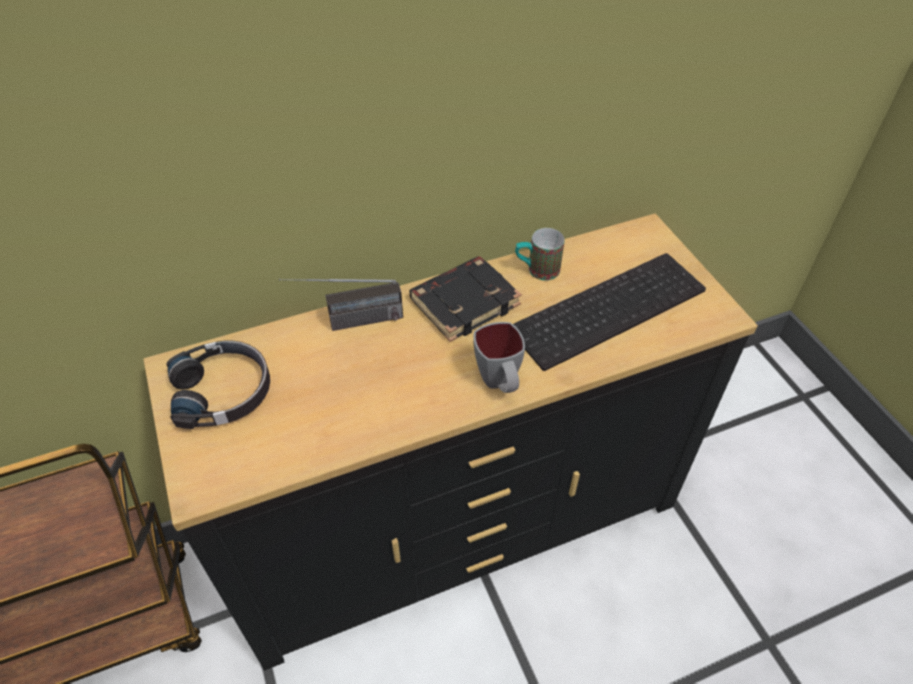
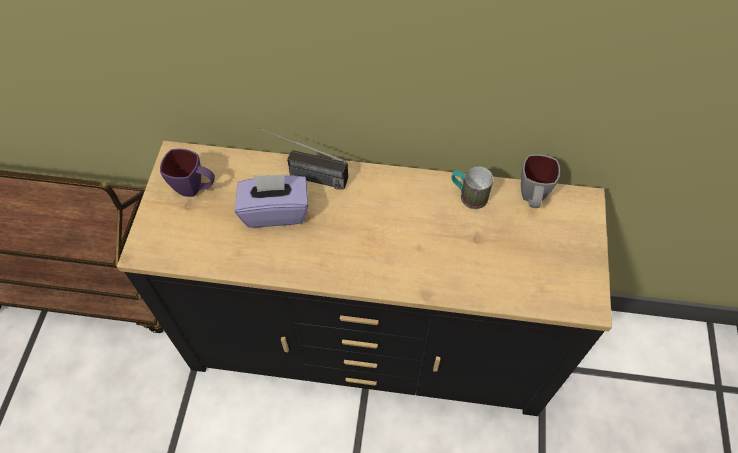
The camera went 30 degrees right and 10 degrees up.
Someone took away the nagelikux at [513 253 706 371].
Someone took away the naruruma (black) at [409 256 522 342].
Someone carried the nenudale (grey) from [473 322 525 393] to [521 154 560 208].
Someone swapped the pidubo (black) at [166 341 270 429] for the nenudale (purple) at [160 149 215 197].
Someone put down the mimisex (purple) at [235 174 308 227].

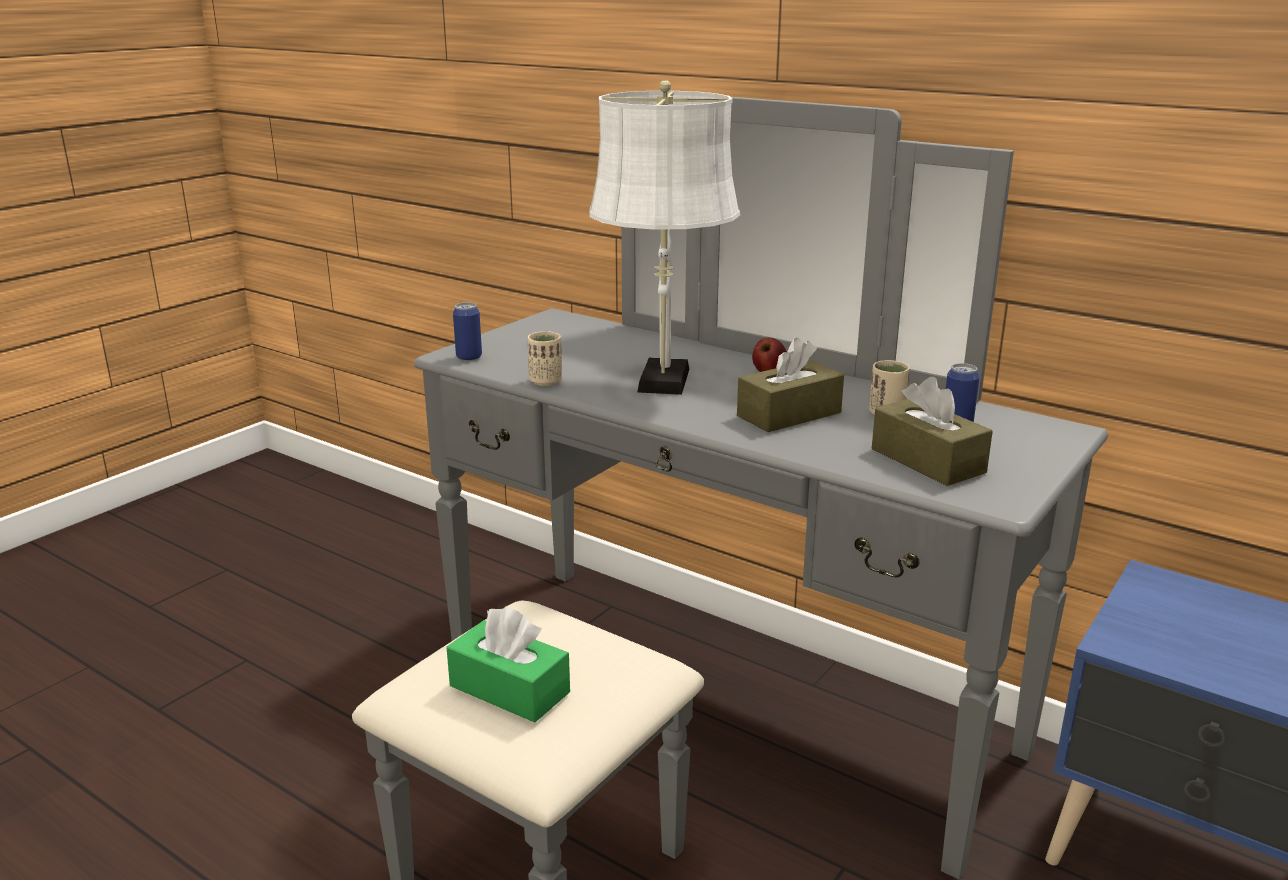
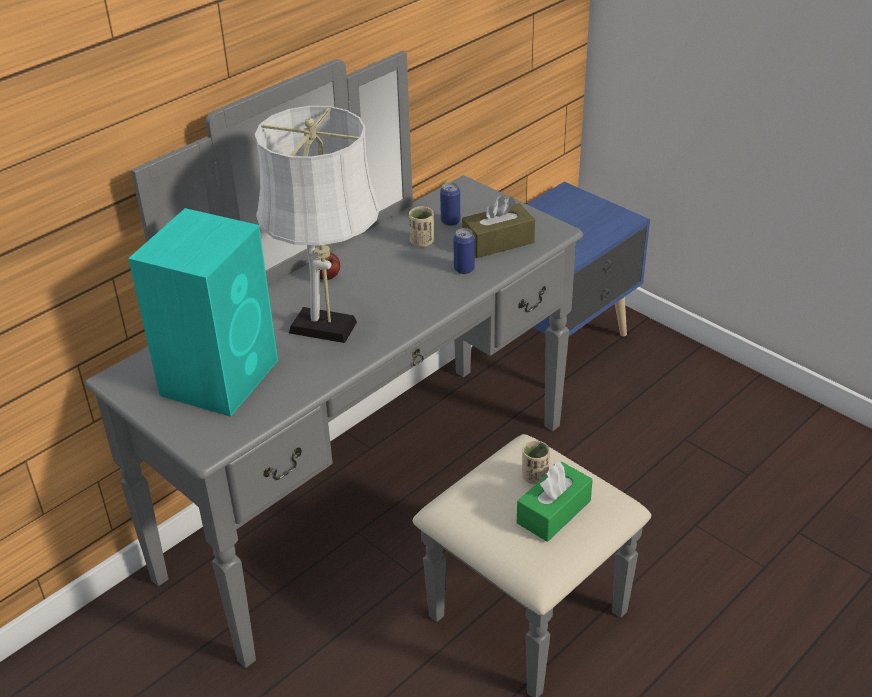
The camera went 80 degrees left and 15 degrees up.
Someone carried the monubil from [453 302 482 361] to [453 228 475 274].
Someone carried the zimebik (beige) from [528 331 562 386] to [522 441 550 484].
Someone took away the mimisex (brown) at [737 338 844 432].
Someone put down the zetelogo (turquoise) at [128 208 278 417].

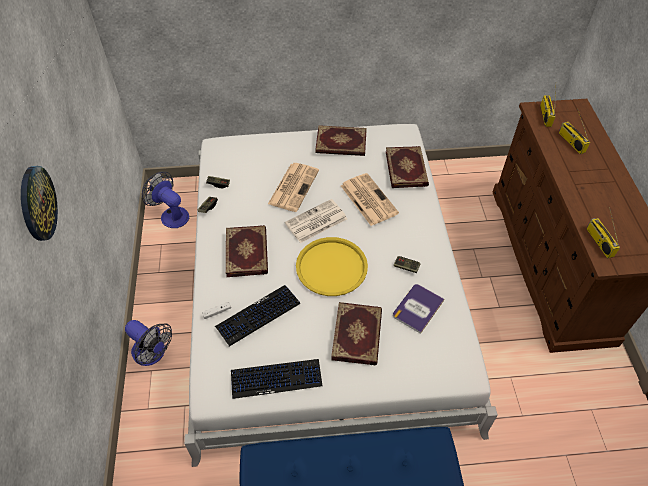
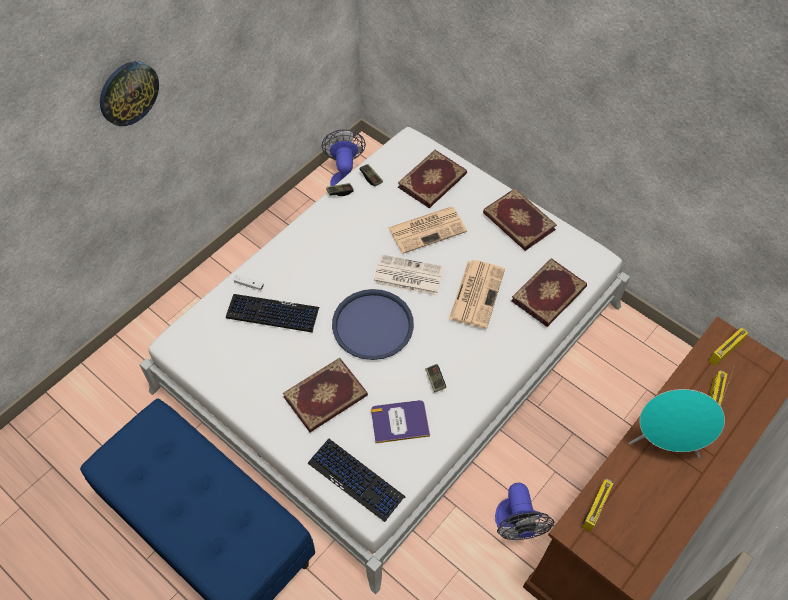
The camera went 45 degrees right and 5 degrees up.
Someone carried the naruruma from [226 225 268 277] to [398 150 467 208].
Someone repainted the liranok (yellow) at [296 237 368 296], which became the liranok (blue) at [332 289 414 360].
Someone carried the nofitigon from [125 320 172 366] to [495 483 554 540].
Someone carried the nagelikux from [231 359 323 399] to [308 439 405 522].
Someone put down the zetelogo (turquoise) at [629 389 725 458].

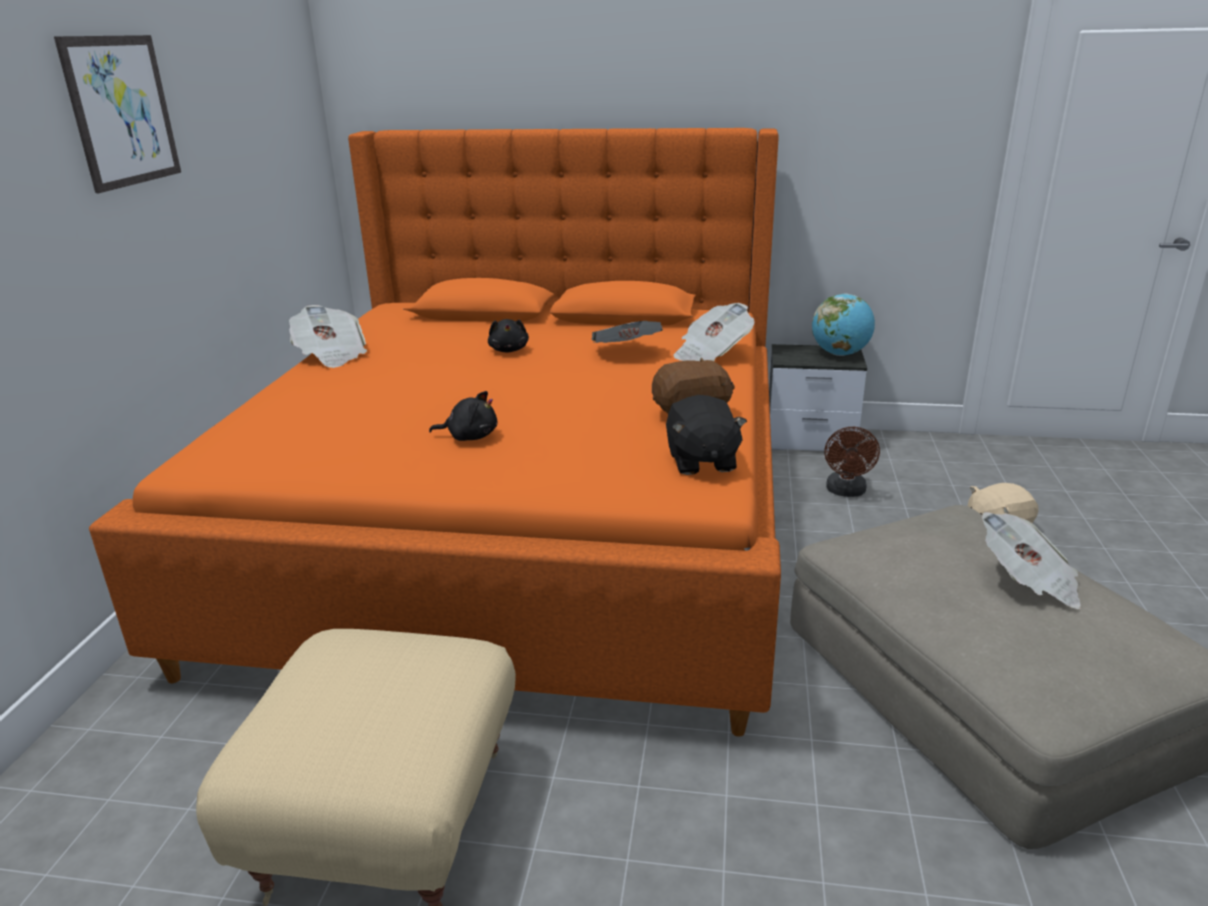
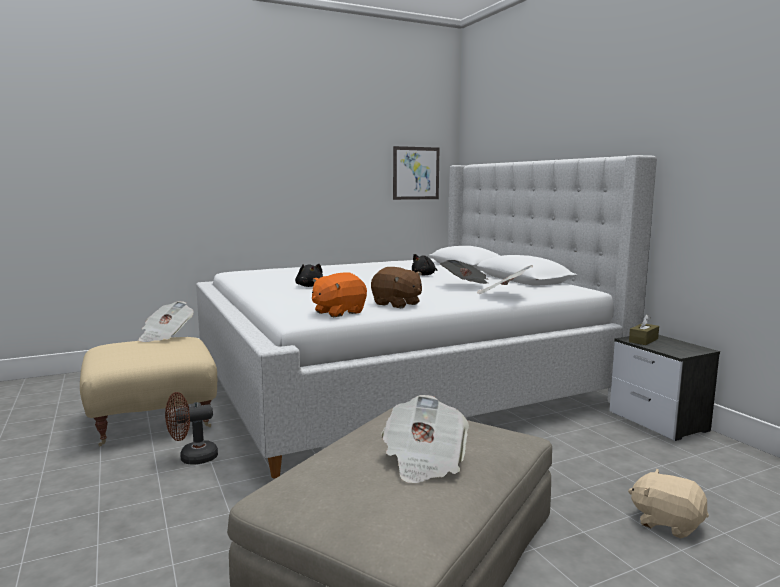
The camera went 55 degrees right and 15 degrees down.
Someone carried the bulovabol from [54 35 181 193] to [393 146 439 200].
Someone repainted the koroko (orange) at [89 128 781 737], which became the koroko (white) at [196 155 657 478].
Someone took away the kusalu at [812 293 875 356].
Someone carried the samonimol from [289 305 367 368] to [138 301 194 342].
Someone repainted the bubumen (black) at [666 395 747 475], which became the bubumen (orange) at [312 272 367 317].
Someone carried the nofitigon (brown) from [824 427 880 497] to [165 392 218 465].
Someone put down the mimisex (brown) at [629 314 659 345].

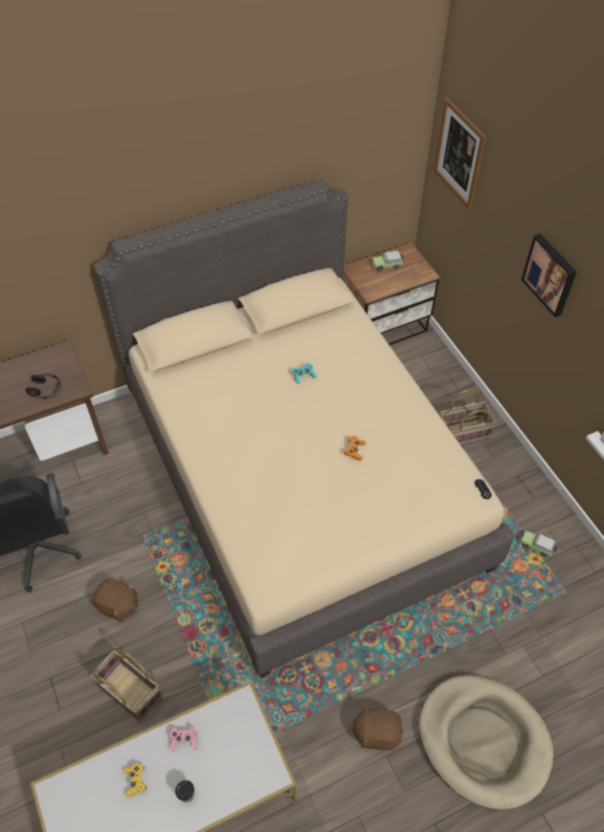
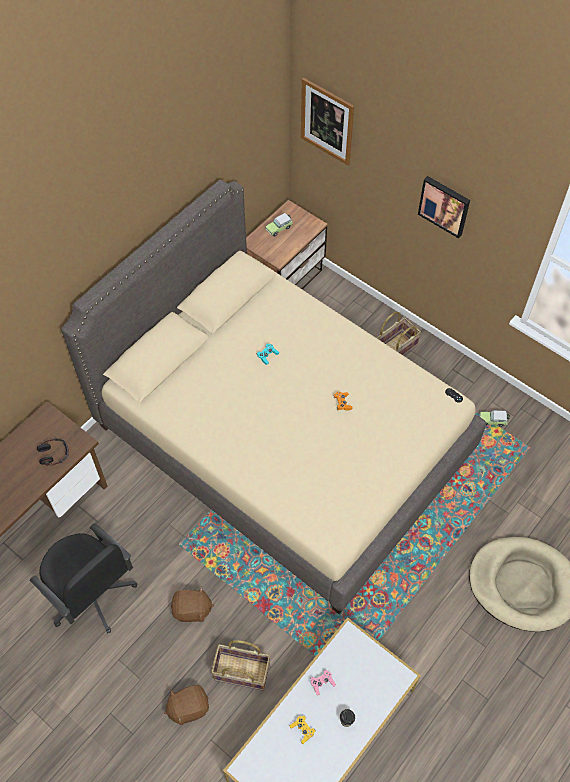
The camera went 25 degrees left and 5 degrees up.
Someone carried the bubumen (brown) from [350 704 403 750] to [164 685 209 725].

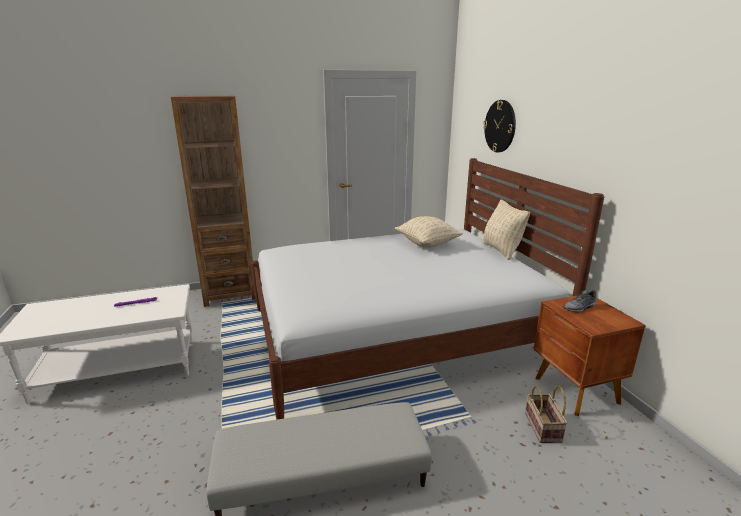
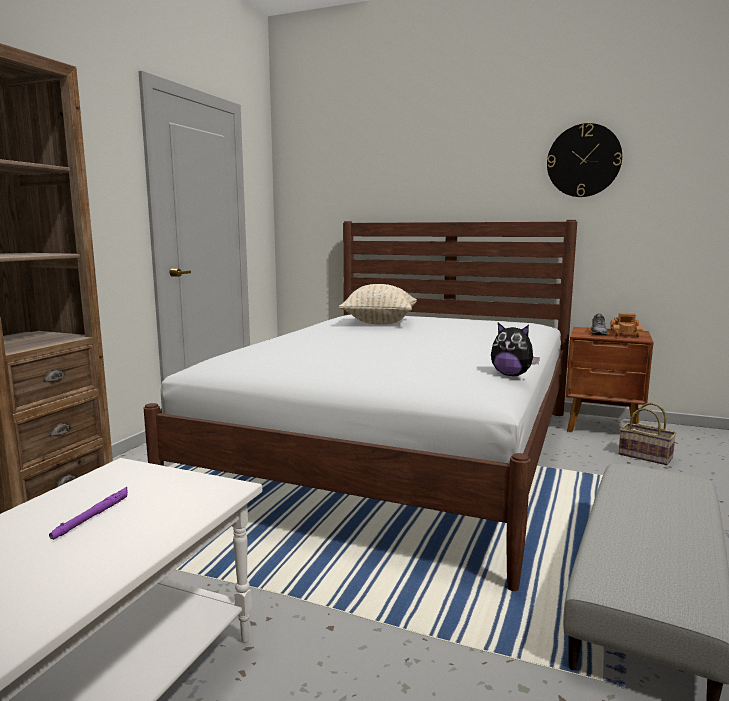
The camera went 50 degrees left and 10 degrees down.
Someone carried the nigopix from [483 100 516 152] to [547 123 622 197].
Someone took away the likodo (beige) at [482 200 530 260].
Someone put down the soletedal at [610 313 643 337].
Someone put down the bubumen at [491 323 540 376].

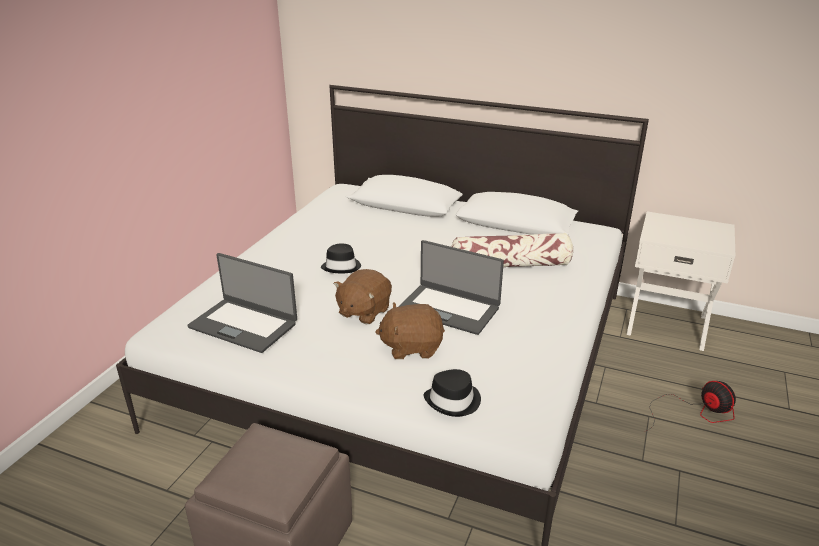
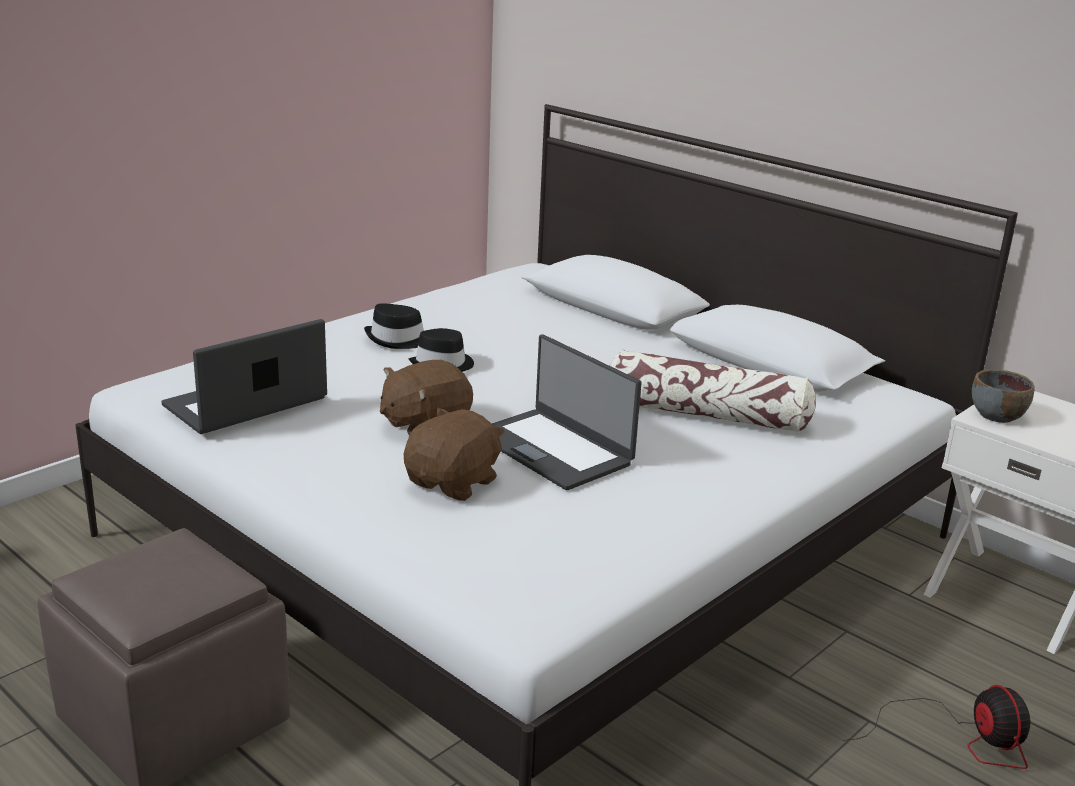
The camera went 20 degrees right and 5 degrees down.
Someone rotated the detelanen at [187 253 297 353] by 90 degrees clockwise.
Someone rotated the bubumen (brown) at [376 302 445 359] by 105 degrees clockwise.
Someone carried the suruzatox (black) from [424 369 481 417] to [364 303 424 349].
Someone put down the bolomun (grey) at [972 370 1035 423].

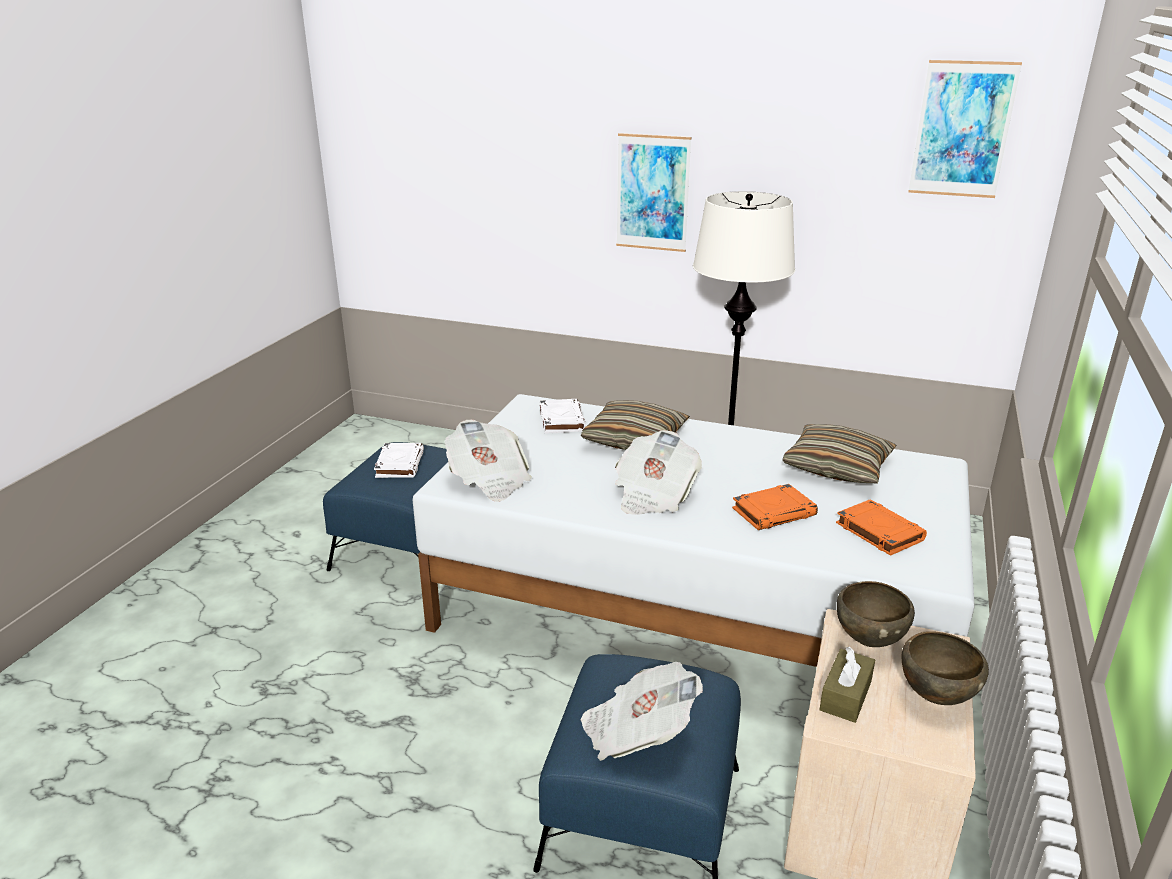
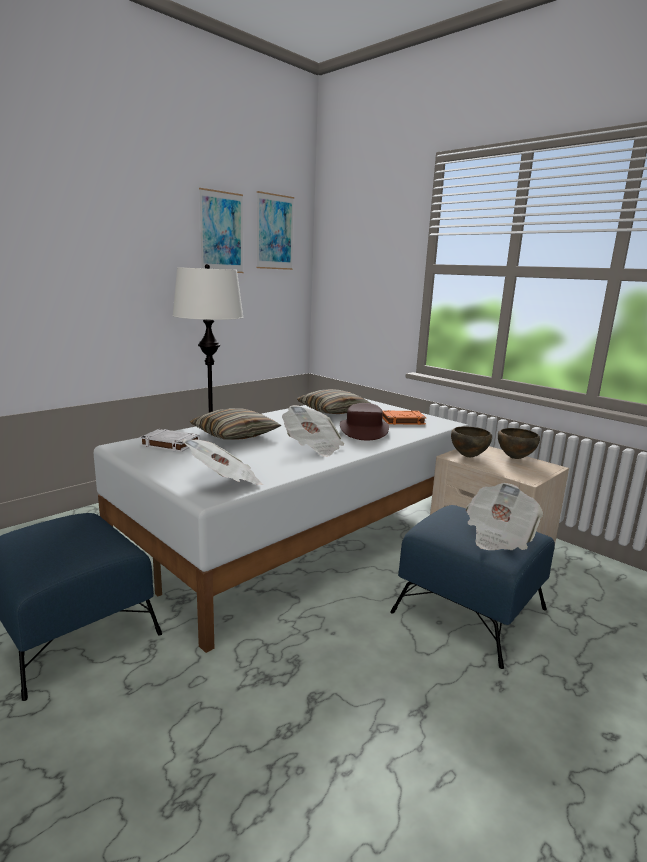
The camera went 65 degrees left and 10 degrees down.
Someone carried the bulovabol from [616 133 691 252] to [199 188 243 273].
Someone took away the naruruma (white) at [374 443 424 478].
Someone swapped the naruruma (orange) at [732 484 818 530] for the suruzatox (brown) at [340 403 389 440].
Someone took away the mimisex (brown) at [819 647 875 723].

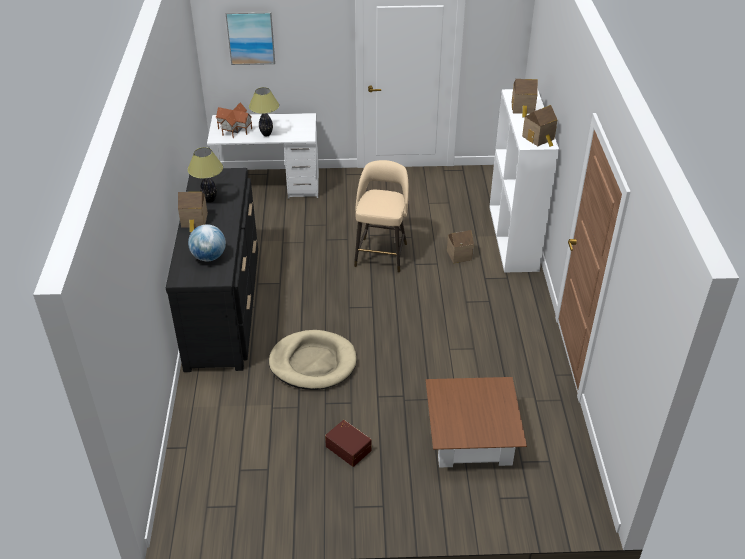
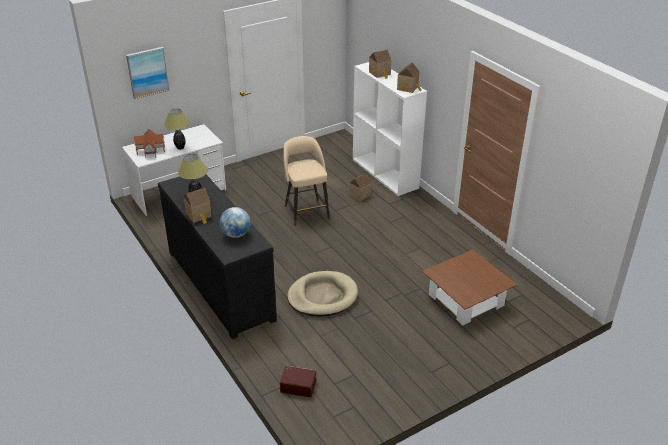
The camera went 30 degrees left and 5 degrees down.
Someone carried the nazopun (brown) from [325 420 372 467] to [280 366 316 397].

